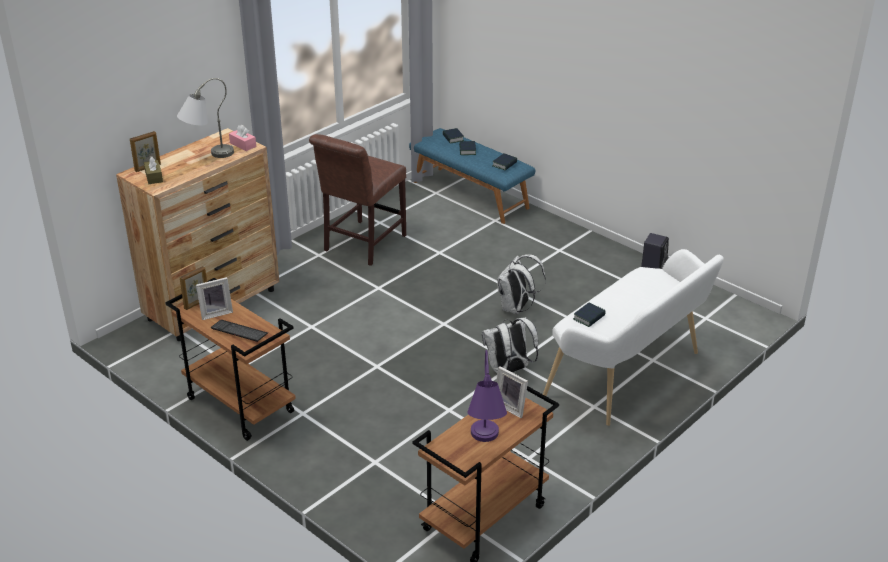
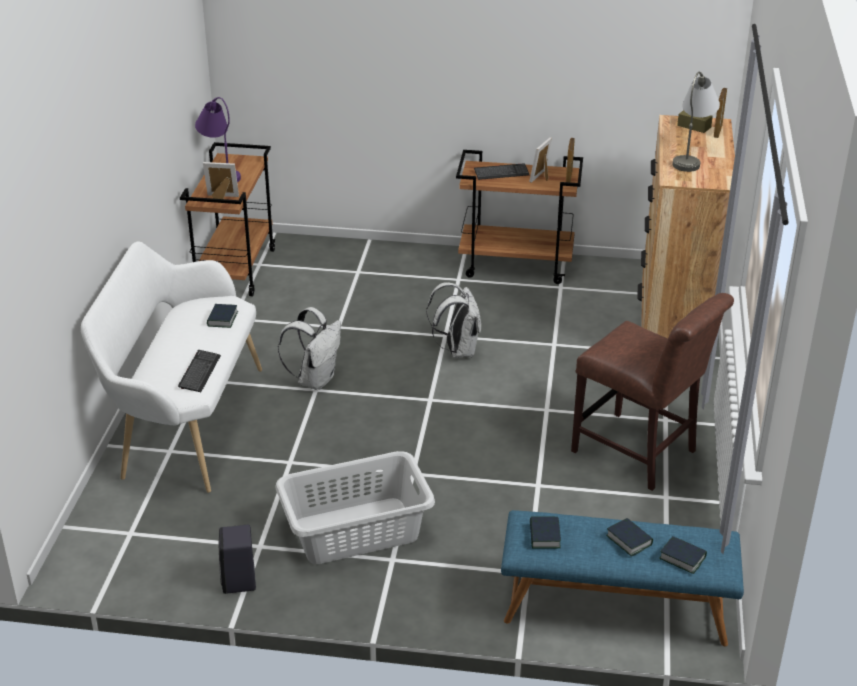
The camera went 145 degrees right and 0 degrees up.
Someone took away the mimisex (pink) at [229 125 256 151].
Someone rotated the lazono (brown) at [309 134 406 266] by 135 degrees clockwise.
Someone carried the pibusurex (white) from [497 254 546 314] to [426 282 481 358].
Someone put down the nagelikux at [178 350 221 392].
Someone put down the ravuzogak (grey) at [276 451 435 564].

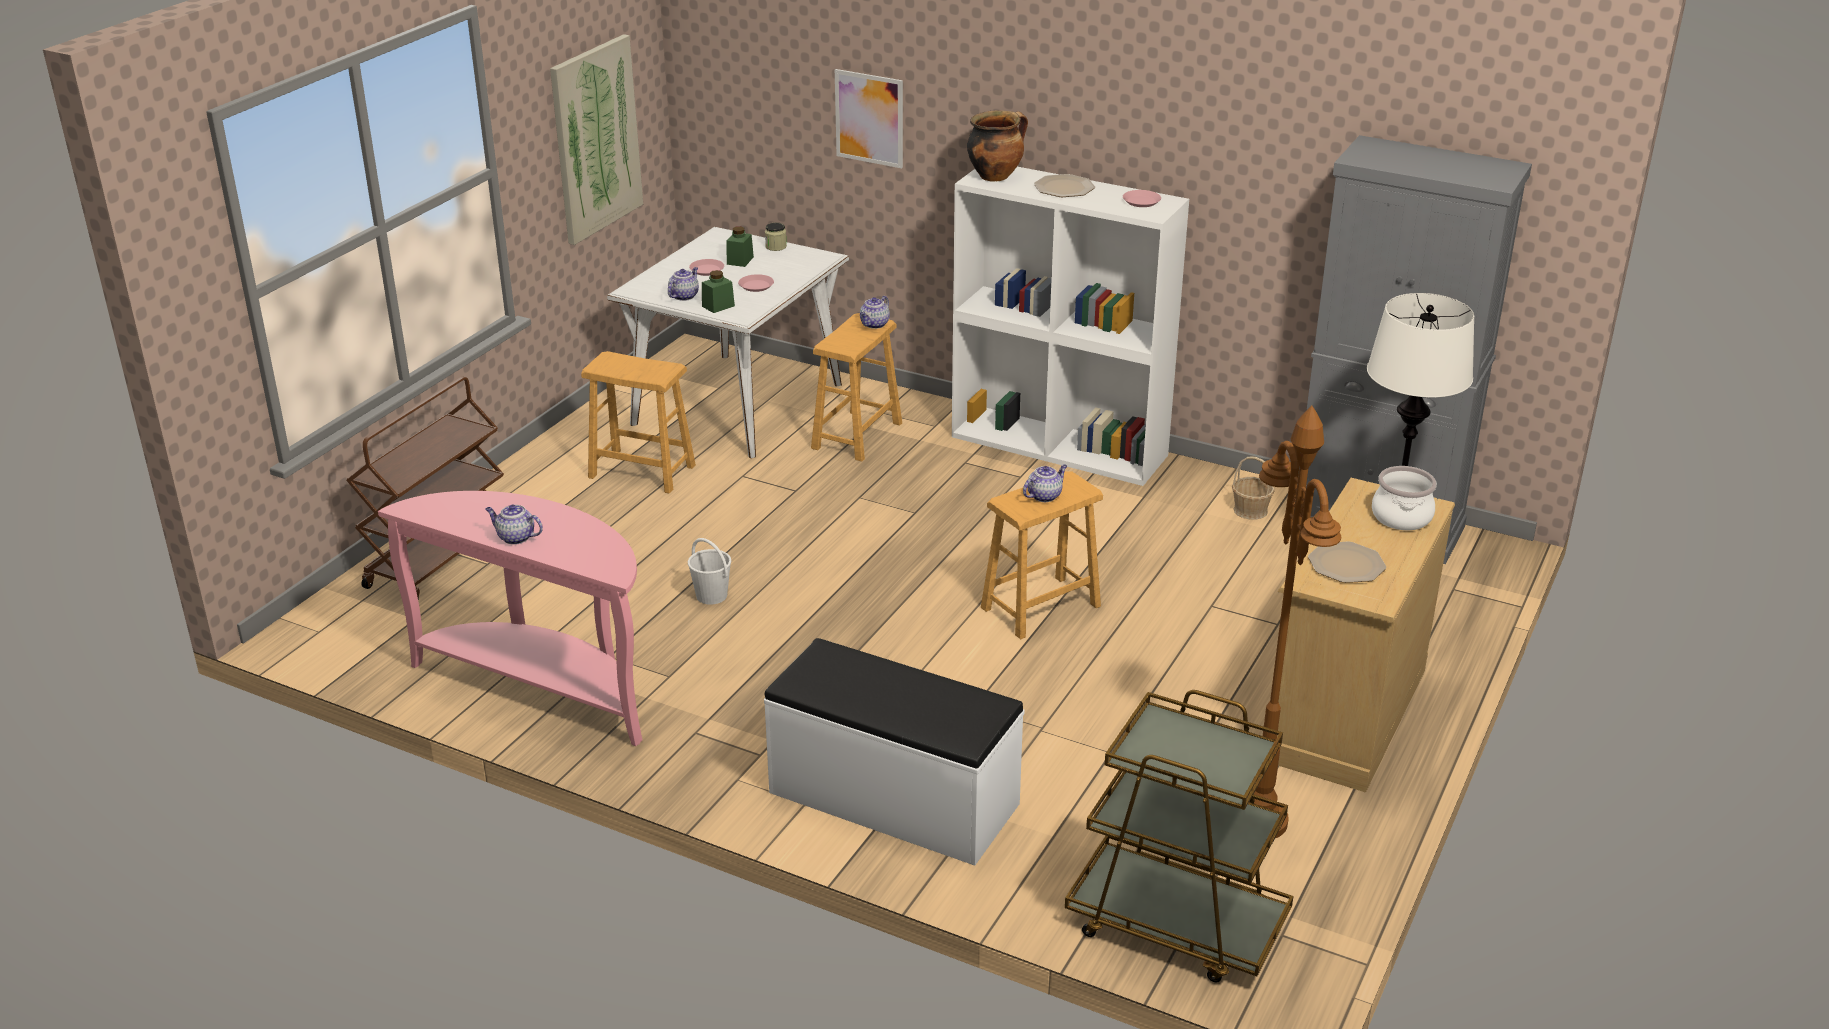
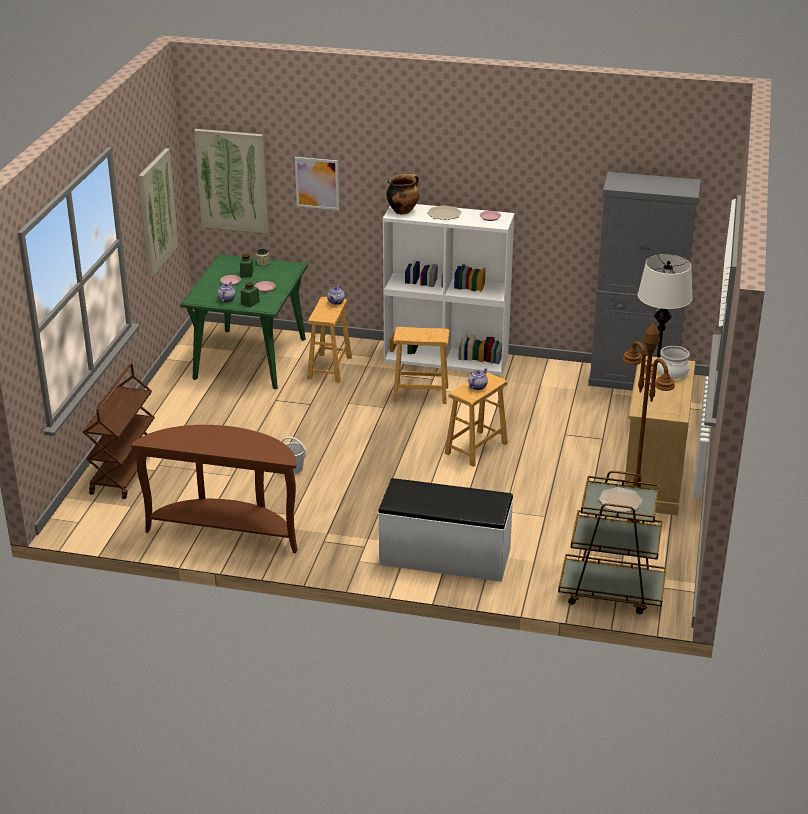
The camera went 15 degrees left and 0 degrees up.
Someone repainted the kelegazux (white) at [607 227 849 458], which became the kelegazux (green) at [180 254 308 389].
Someone carried the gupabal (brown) from [581 351 696 494] to [393 327 450 404].
Someone took away the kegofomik at [1232 456 1275 520].
Someone repainted the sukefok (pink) at [378 491 643 746], which became the sukefok (brown) at [131 425 298 553].
Someone took away the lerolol at [485 504 543 545].
Someone carried the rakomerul from [1308 541 1386 583] to [599 487 642 512].
Someone put up the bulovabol at [194 129 268 234].

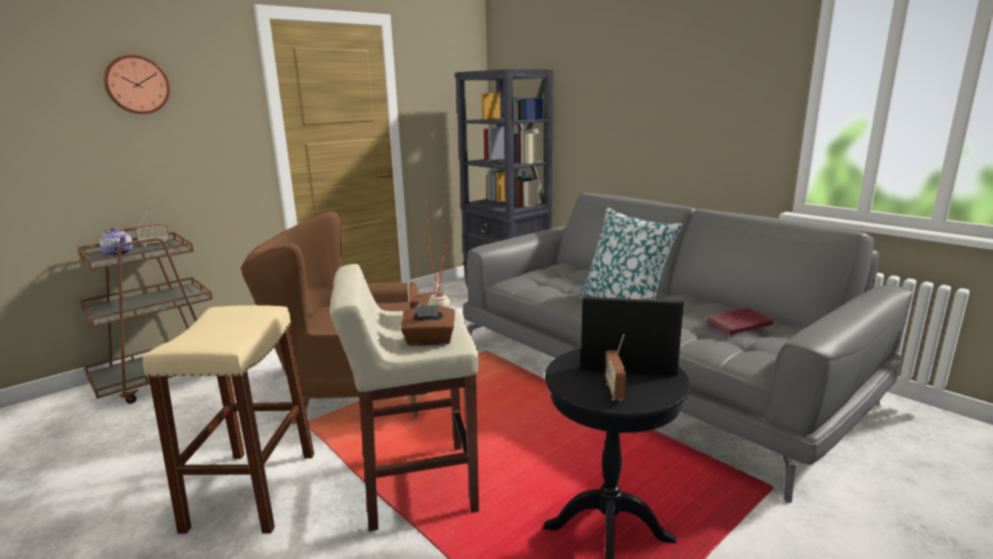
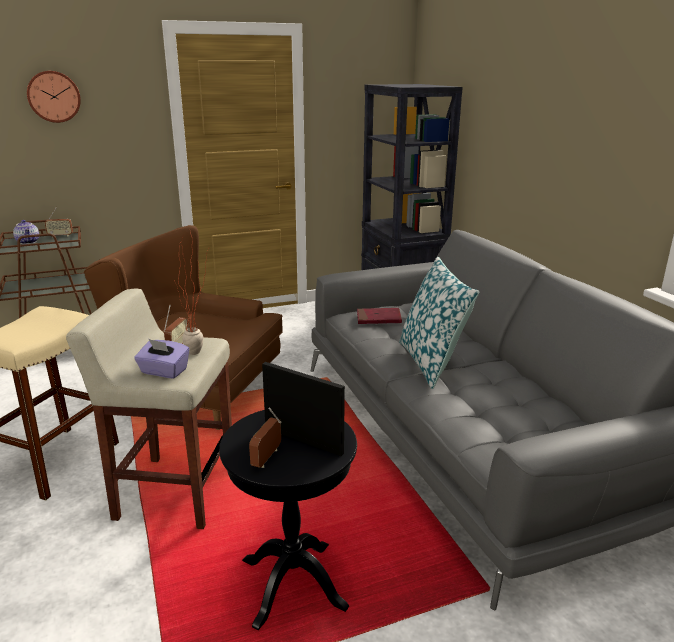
The camera went 20 degrees right and 5 degrees up.
Someone repainted the mimisex (brown) at [401 305 455 346], which became the mimisex (purple) at [134 339 189 379].
Someone carried the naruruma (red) from [706 308 773 335] to [357 308 402 324].

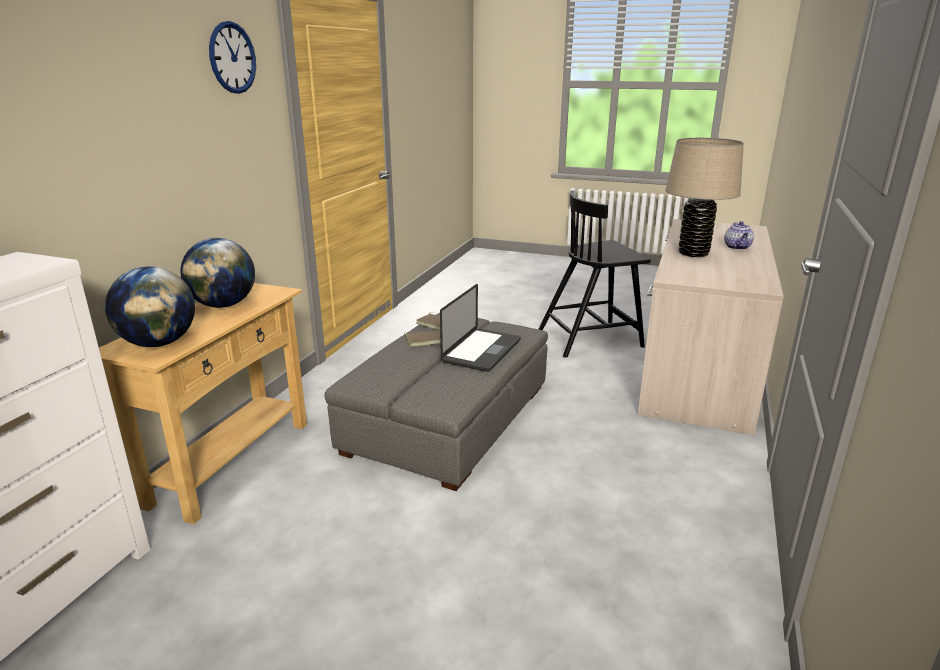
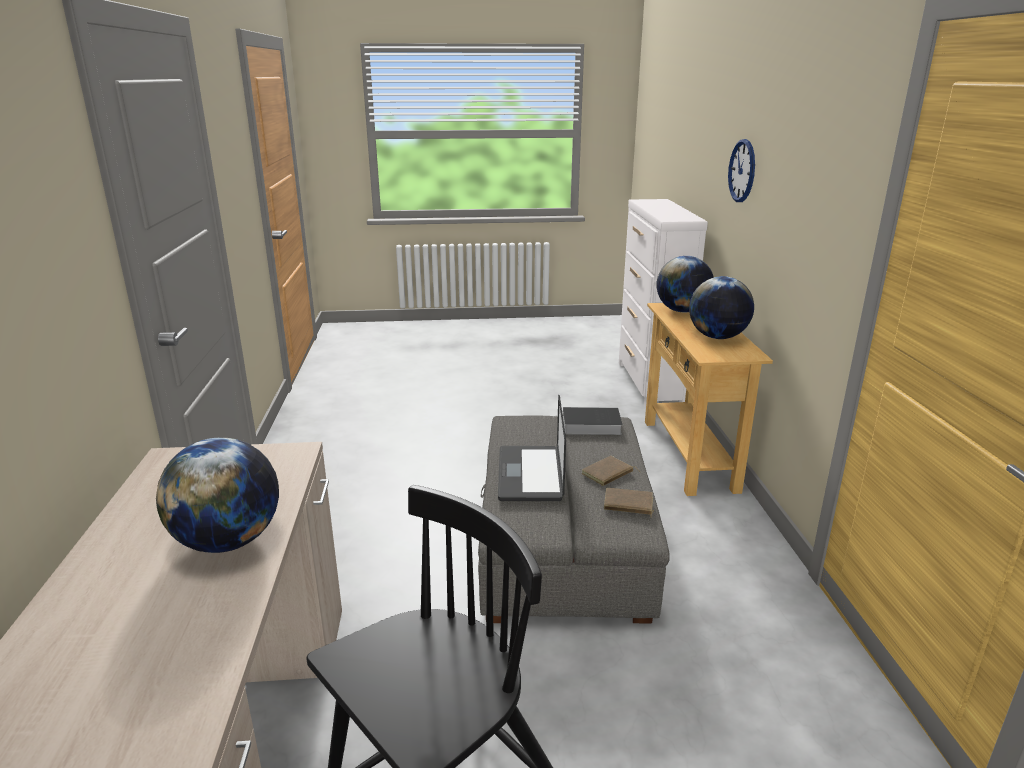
The camera went 155 degrees right and 0 degrees up.
Someone carried the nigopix from [209 21 256 94] to [728 139 755 202].
Someone swapped the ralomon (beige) at [666 138 744 257] for the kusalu at [156 438 279 553].
Someone took away the lerolol at [724 221 754 250].
Someone put down the naruruma at [553 407 623 435].

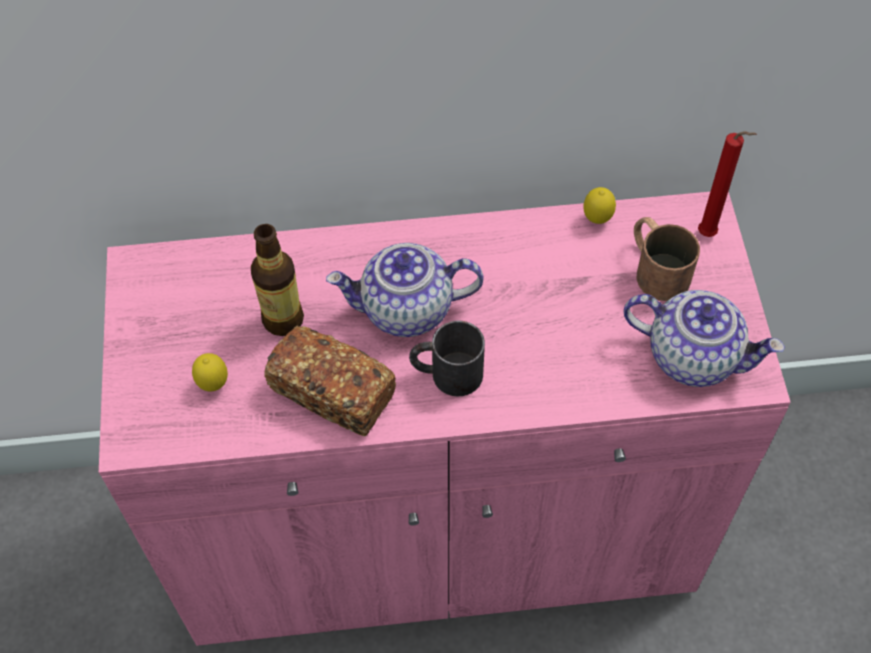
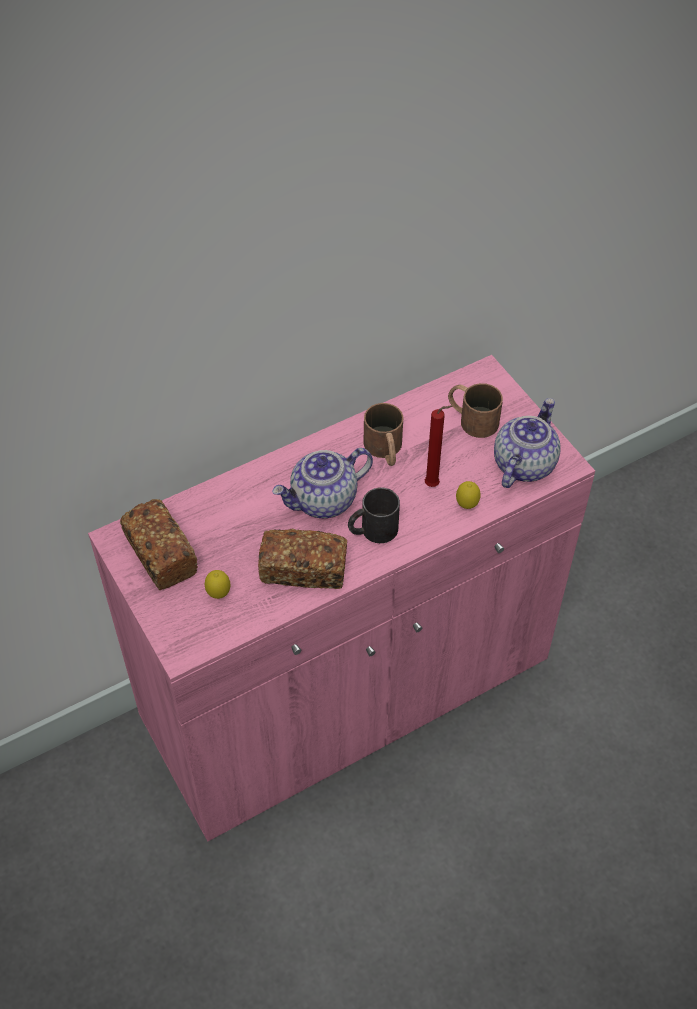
The camera went 25 degrees left and 5 degrees down.
Someone carried the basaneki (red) from [698 131 757 237] to [425 405 452 487].
Someone carried the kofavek from [584 187 616 224] to [456 481 481 509].
Someone took away the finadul at [251 224 304 336].
Someone rotated the lerolol at [624 290 785 387] by 60 degrees counterclockwise.
Someone put down the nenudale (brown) at [363 403 403 466].
Someone put down the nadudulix at [120 499 198 590].

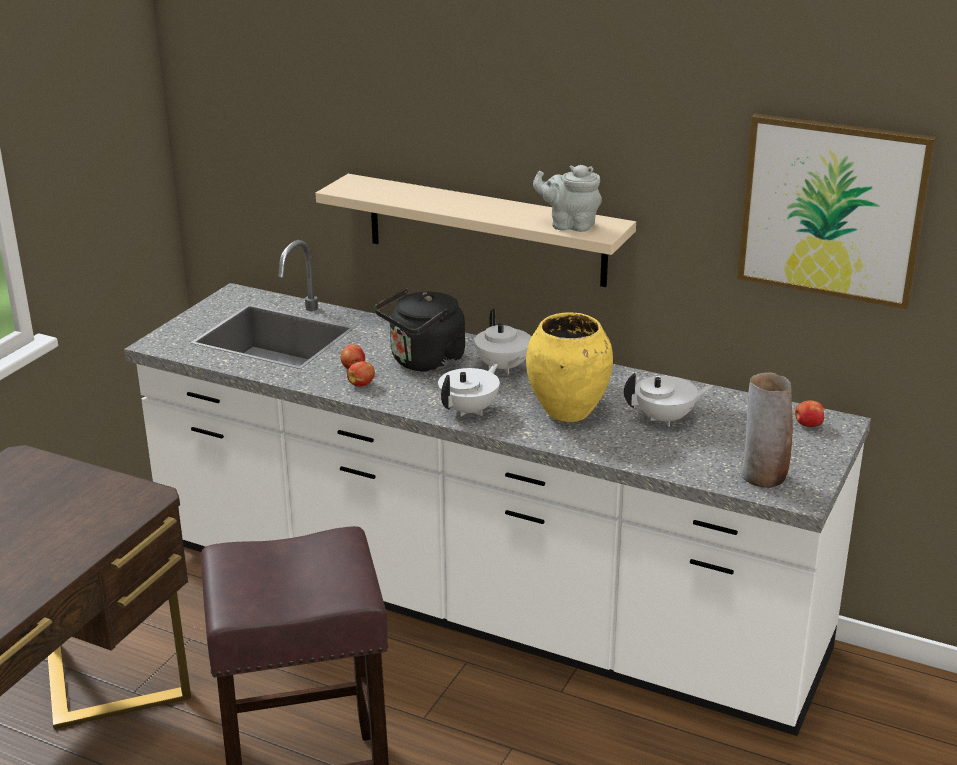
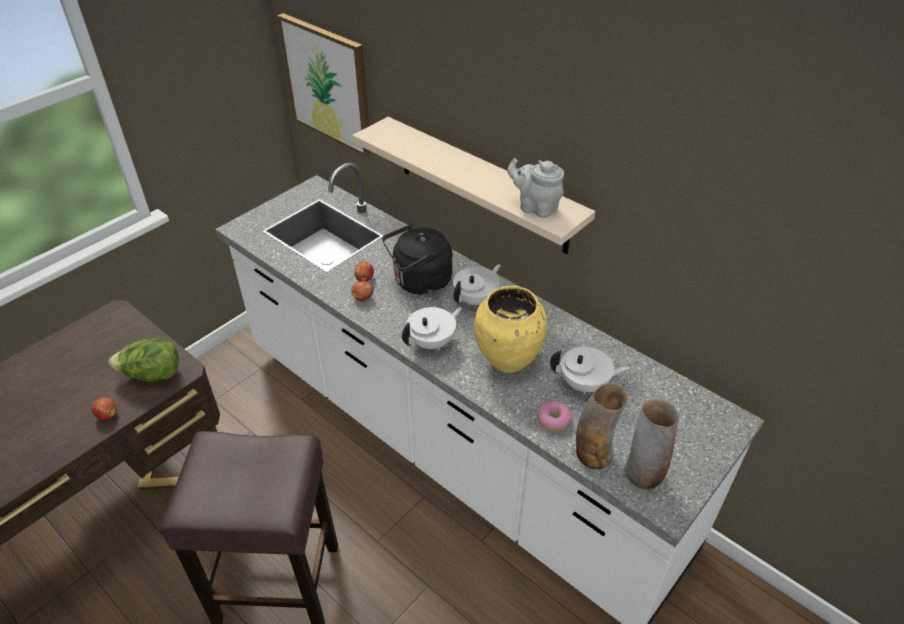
The camera went 15 degrees right and 15 degrees up.
Someone carried the bulovabol from [737 113 936 309] to [277 13 372 157].
Someone rotated the lerolol (white) at [474 309 531 374] by 135 degrees counterclockwise.
Someone carried the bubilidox from [795 400 824 427] to [92 398 117 420].
Someone put down the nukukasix at [109 338 179 382].
Someone put down the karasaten at [576 383 630 469].
Someone put down the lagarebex at [537 401 572 431].

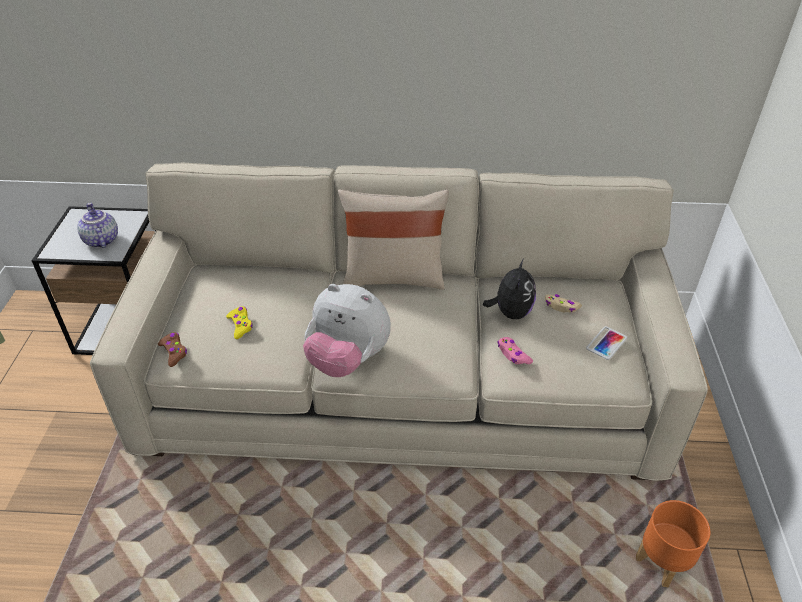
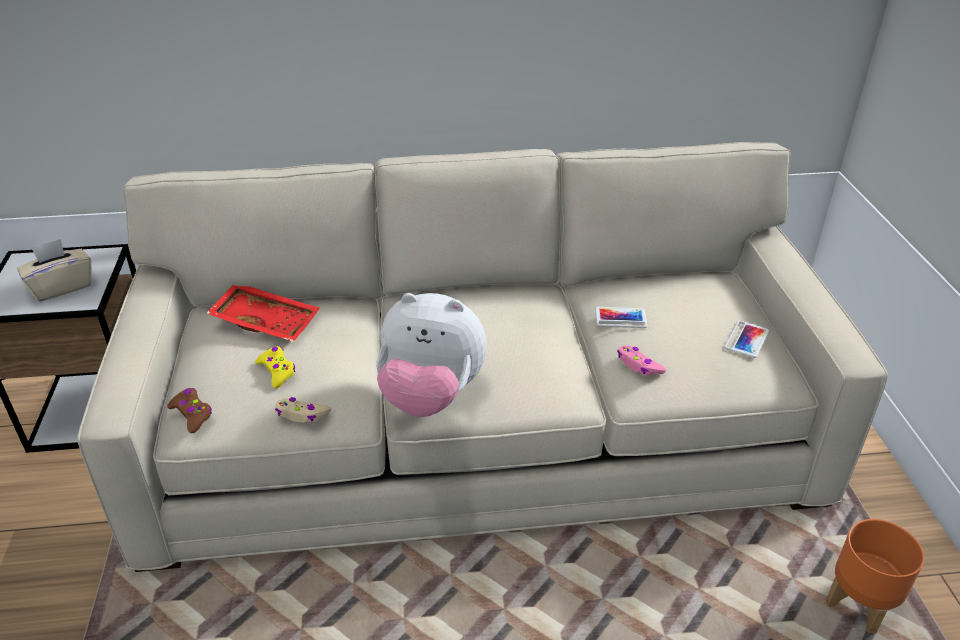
The camera went 10 degrees left and 5 degrees down.
Someone took away the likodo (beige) at [338 189 449 290].
Someone swapped the lerolol at [77 203 118 248] for the mimisex (beige) at [17 239 92 302].
Someone swapped the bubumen at [483 258 536 319] for the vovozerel at [595 307 647 328].
Someone carried the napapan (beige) from [545 294 582 313] to [275 397 331 423].
Someone put down the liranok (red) at [206 285 320 342].

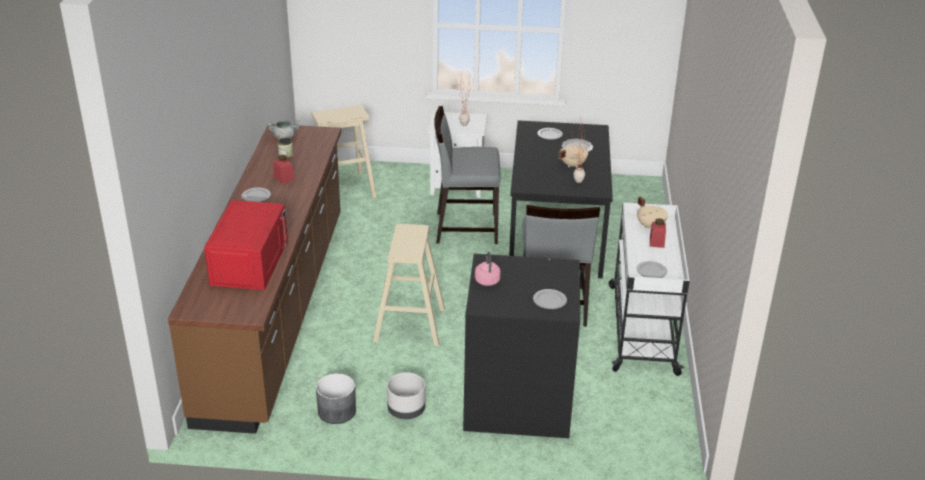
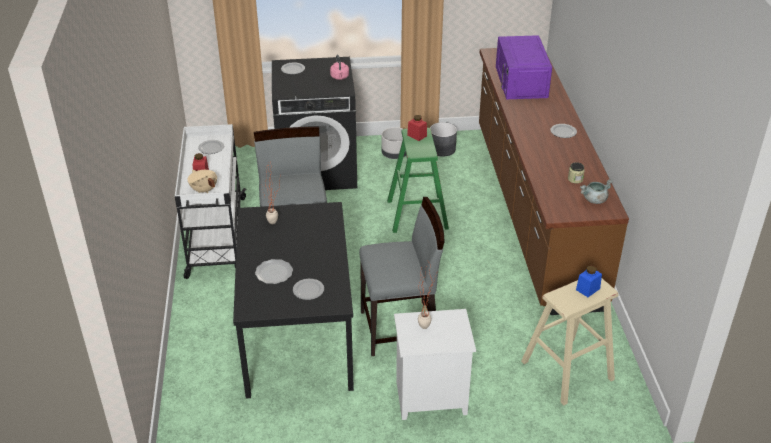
The camera went 170 degrees right and 5 degrees up.
Someone took away the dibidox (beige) at [558 146 588 167].
Someone carried the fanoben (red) from [273 155 295 184] to [407 115 427 141].
Someone repainted the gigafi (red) at [204 200 288 290], which became the gigafi (purple) at [496 35 552 99].
Someone repainted the gupabal (beige) at [373 224 445 346], which became the gupabal (green) at [387 128 449 233].
Someone put down the fanoben (blue) at [576 266 602 297].

